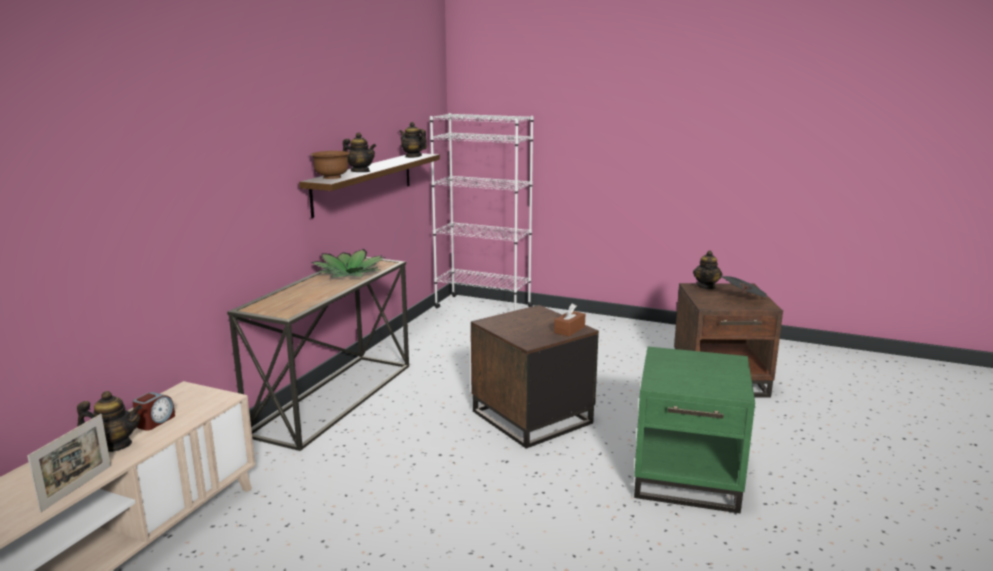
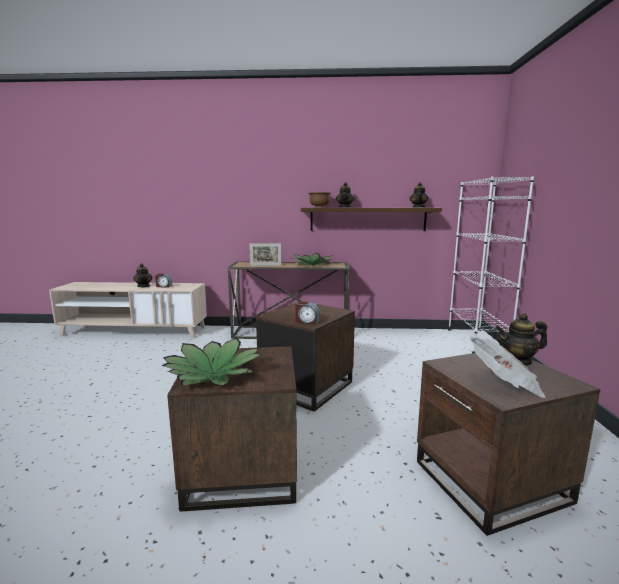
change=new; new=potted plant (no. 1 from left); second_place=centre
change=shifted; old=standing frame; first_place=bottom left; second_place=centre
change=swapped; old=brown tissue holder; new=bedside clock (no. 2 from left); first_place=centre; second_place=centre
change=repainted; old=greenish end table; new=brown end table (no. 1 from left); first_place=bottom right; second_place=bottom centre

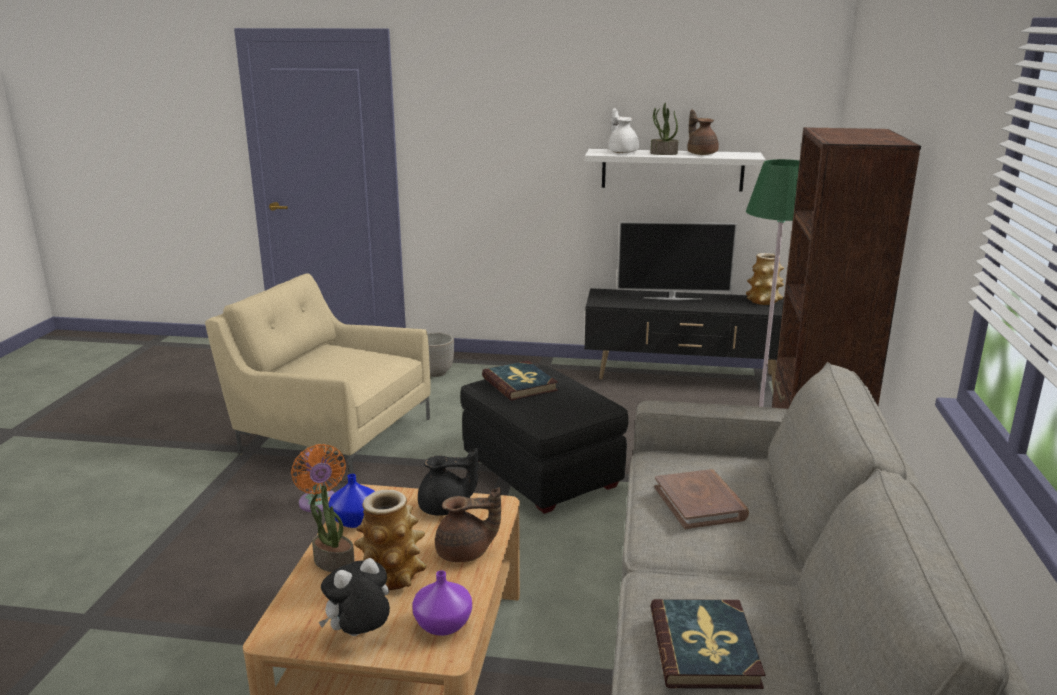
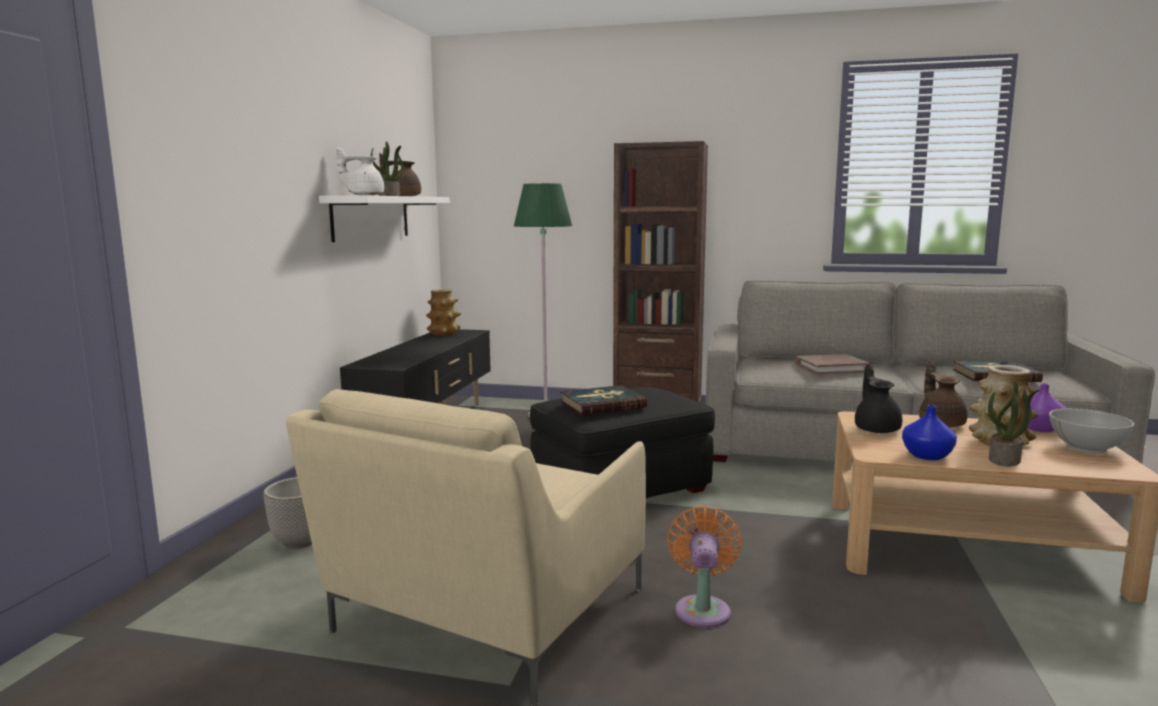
change=gone; old=TV; first_place=centre
change=swapped; old=soft toy; new=whitish serving bowl; first_place=bottom centre; second_place=middle right
change=rotated; old=orange-coloured cooling fan; first_place=bottom left; second_place=bottom centre; degrees=-60

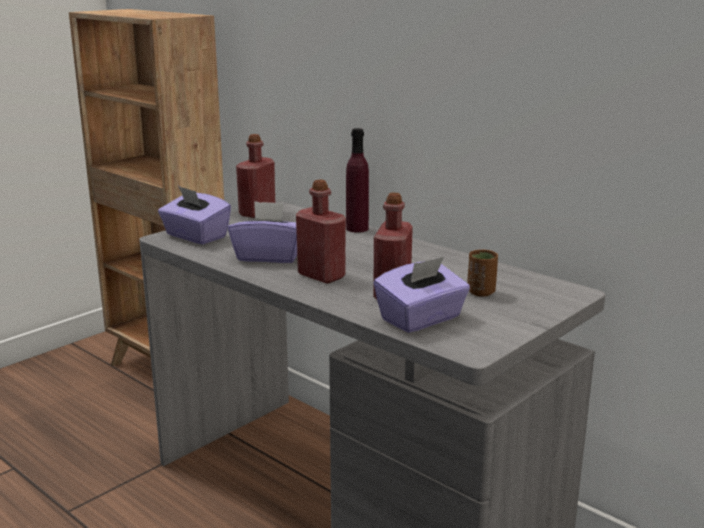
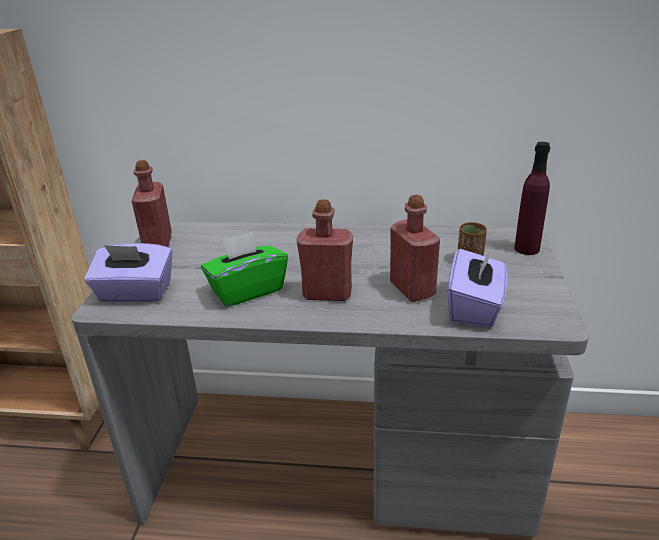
change=shifted; old=purple drink bottle; first_place=centre; second_place=middle right
change=repainted; old=purple tissue holder (no. 2 from left); new=greenish tissue holder; first_place=centre; second_place=centre

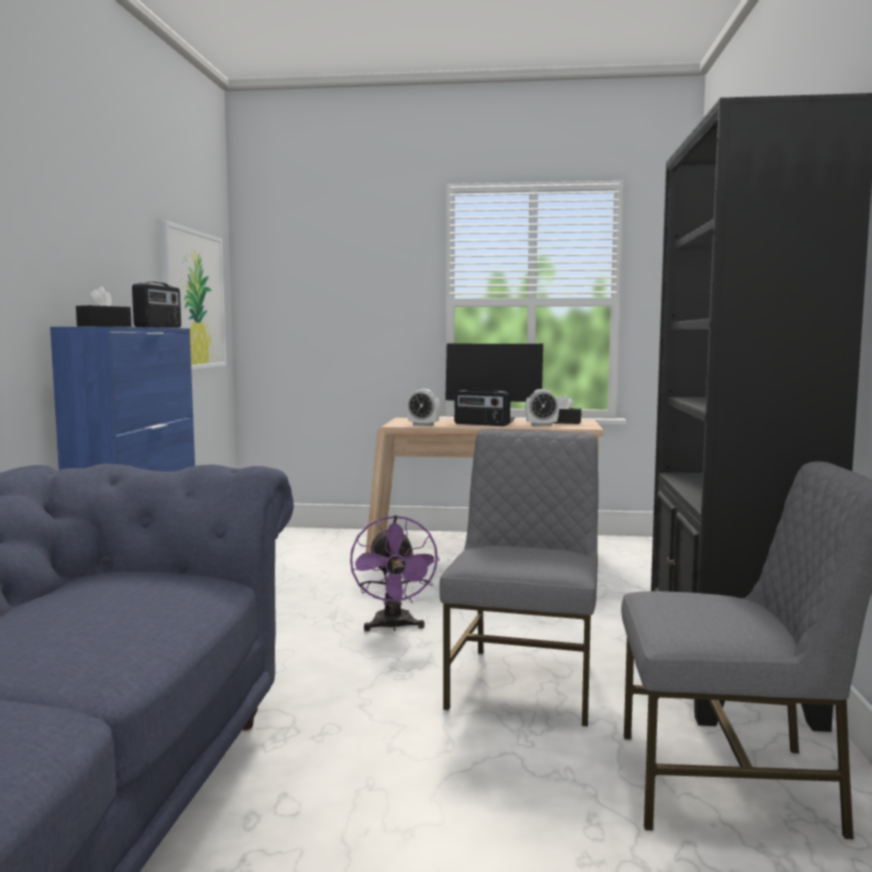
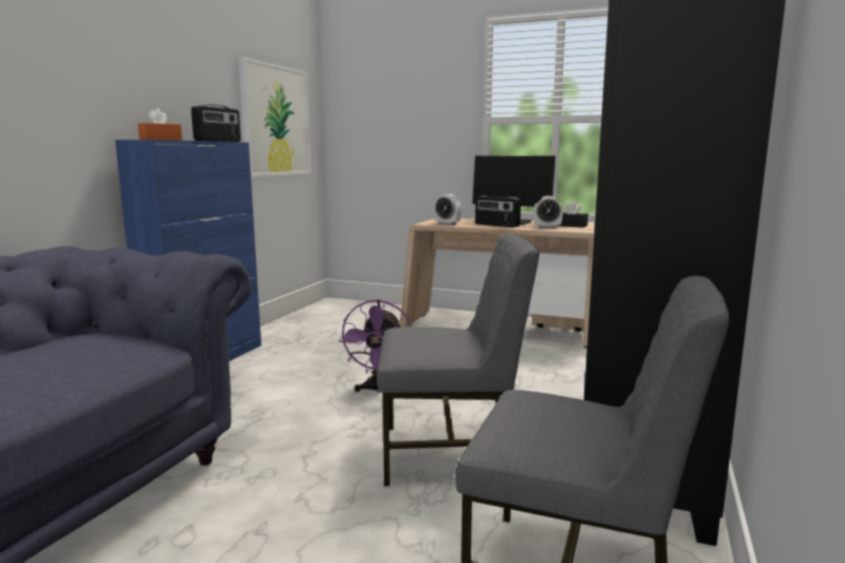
change=repainted; old=black tissue holder (no. 1 from left); new=orange-coloured tissue holder; first_place=middle left; second_place=top left
change=rotated; old=gray upright chair (no. 1 from left); first_place=centre; second_place=centre; degrees=60

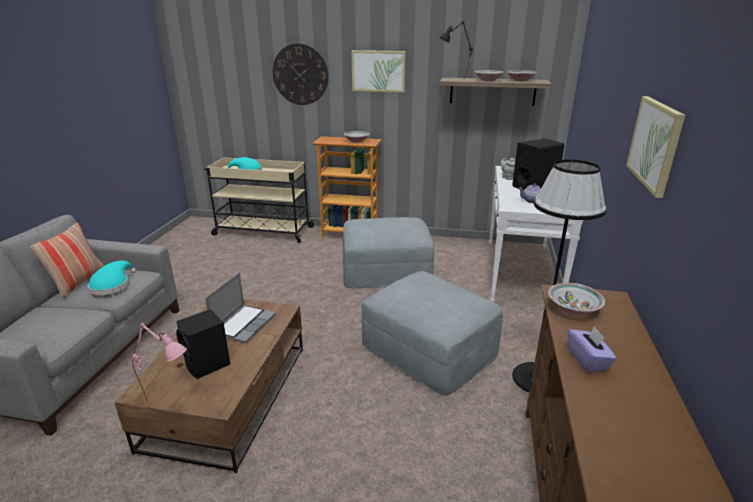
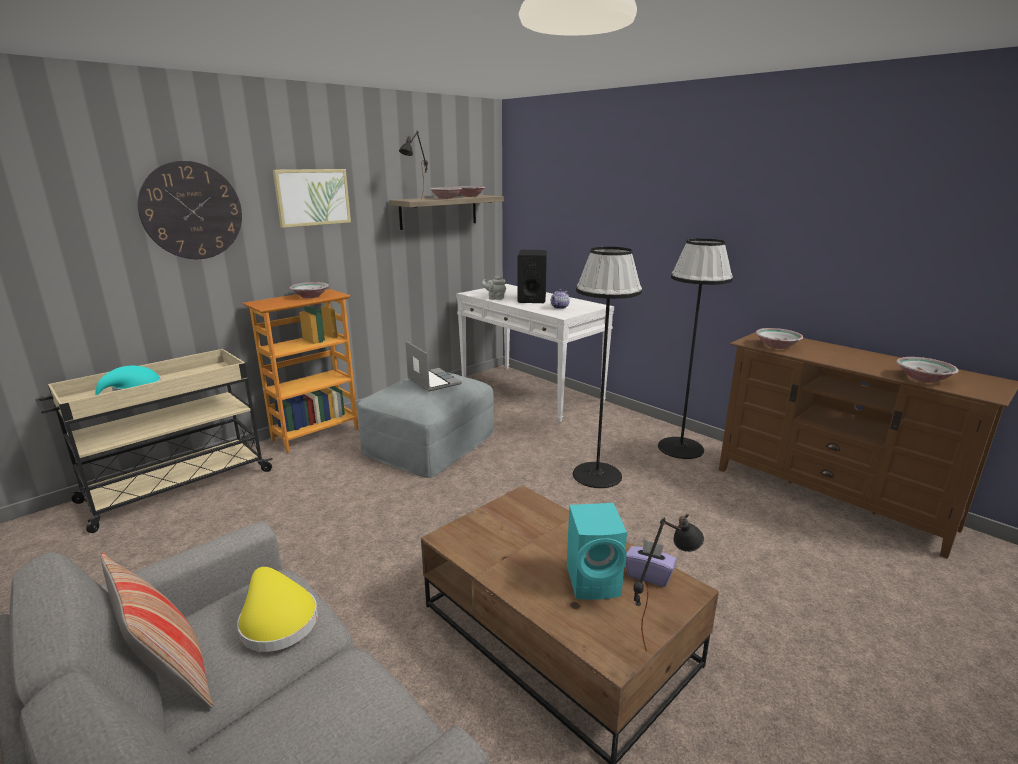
change=gone; old=wall art (no. 2 from left); first_place=top right
change=new; new=serving bowl (no. 5 from left); second_place=middle right
change=shifted; old=notebook computer; first_place=middle left; second_place=centre
change=shifted; old=purple tissue holder; first_place=bottom right; second_place=bottom centre
change=swapped; old=gray ottoman (no. 2 from left); new=black floor lamp (no. 1 from left); first_place=centre; second_place=centre
change=repainted; old=turquoise-coloured hat (no. 1 from left); new=yellow hat; first_place=middle left; second_place=bottom left
change=repainted; old=pinkish lamp for a table; new=black lamp for a table (no. 2 from left); first_place=bottom left; second_place=bottom centre
change=repainted; old=black speaker (no. 1 from left); new=turquoise-coloured speaker; first_place=bottom left; second_place=bottom centre

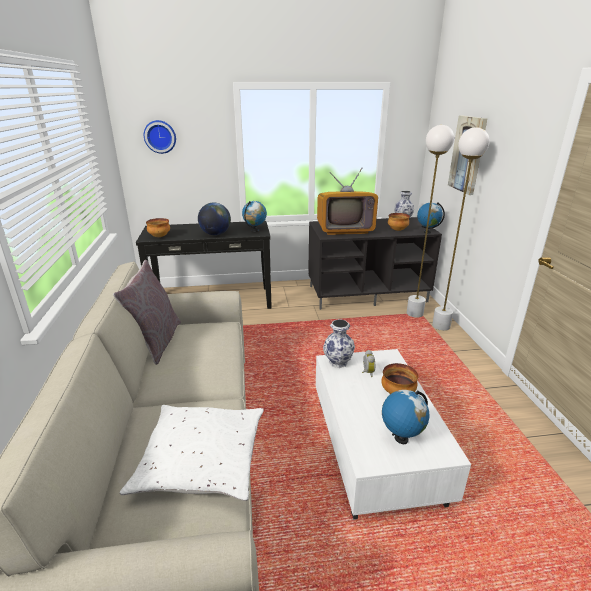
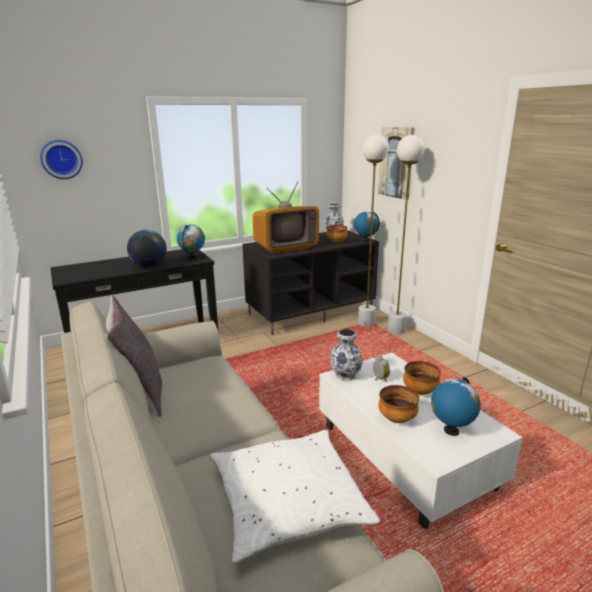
change=shifted; old=serving bowl (no. 1 from left in the first image); new=serving bowl (no. 2 from left); first_place=middle left; second_place=bottom right

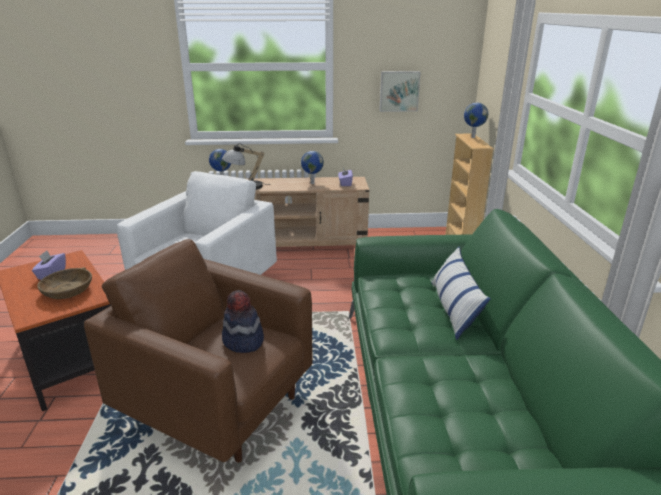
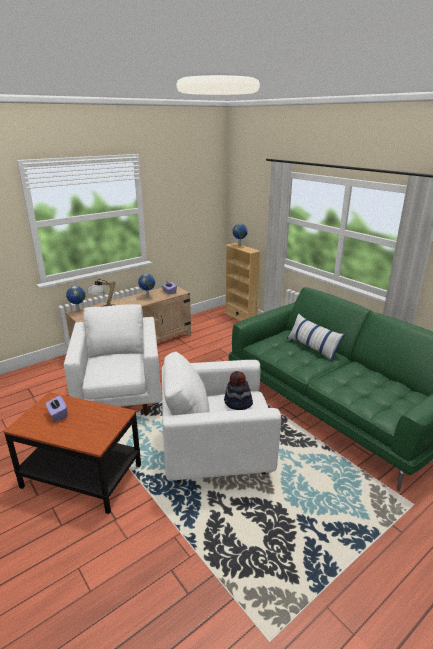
change=gone; old=brown serving bowl; first_place=middle left
change=gone; old=wall art; first_place=top centre
change=repainted; old=brown easy chair; new=whitish easy chair (no. 2 from left); first_place=bottom left; second_place=centre

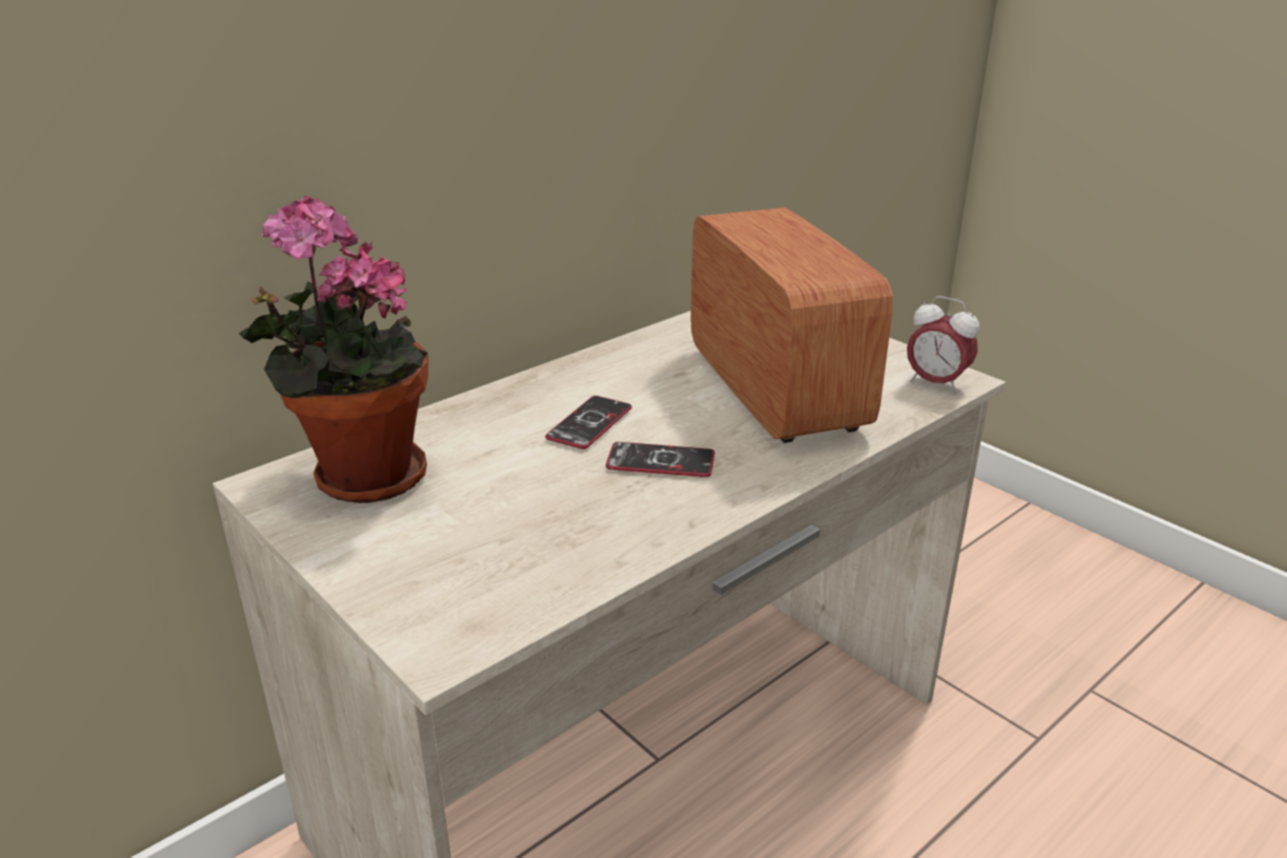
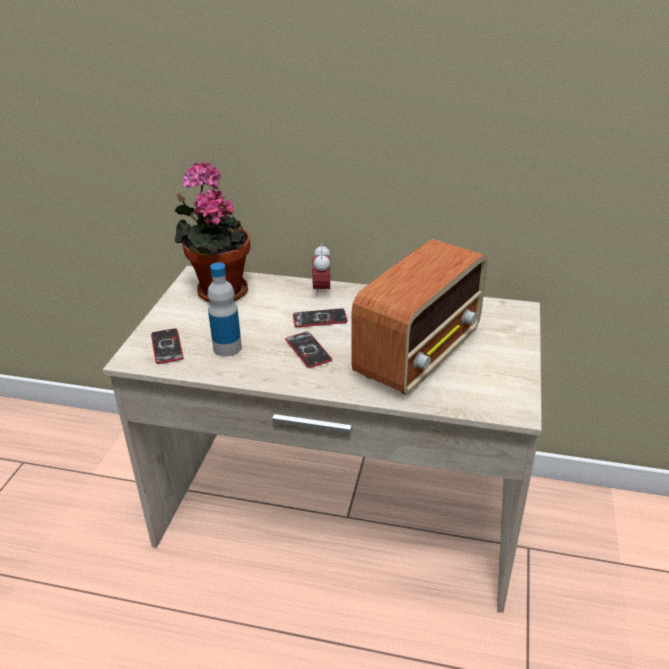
change=new; new=telephone (no. 1 from left); second_place=middle left
change=new; new=drink bottle; second_place=centre
change=shifted; old=bedside clock; first_place=middle right; second_place=centre

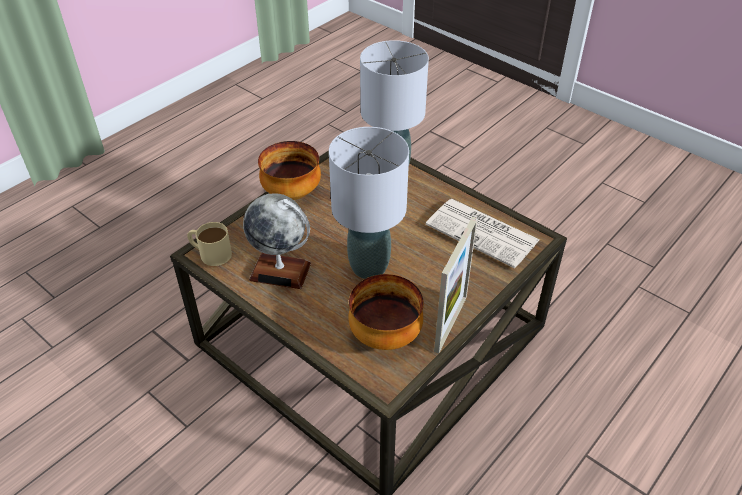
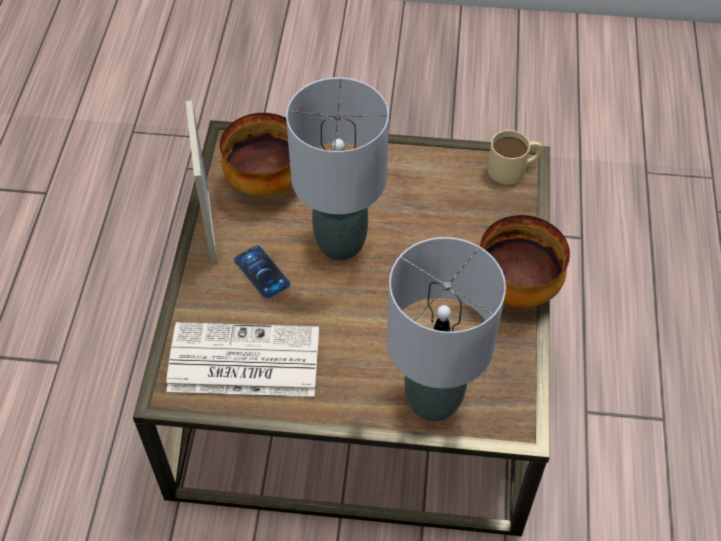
change=gone; old=globe; first_place=centre
change=new; new=telephone; second_place=centre

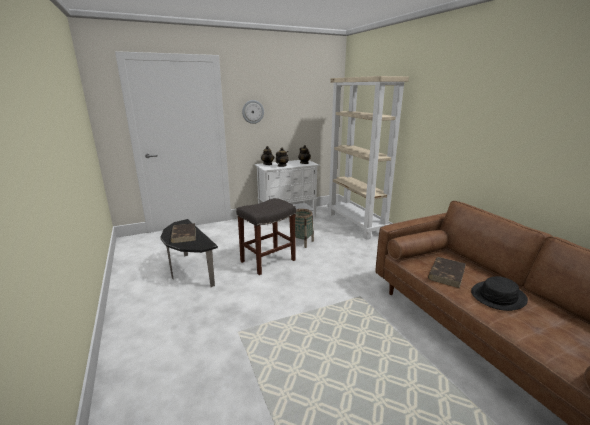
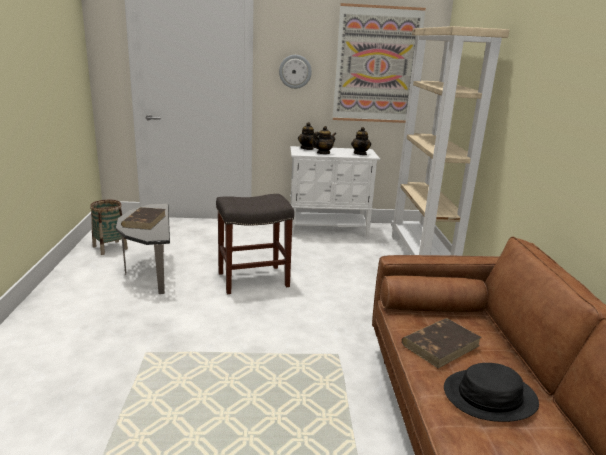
change=new; new=wall art; second_place=top centre
change=shifted; old=basket; first_place=centre; second_place=middle left

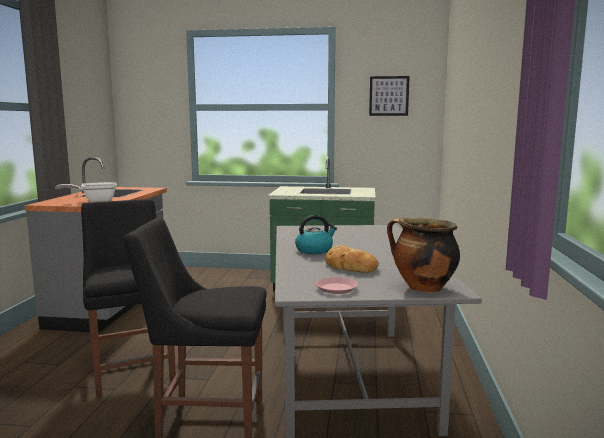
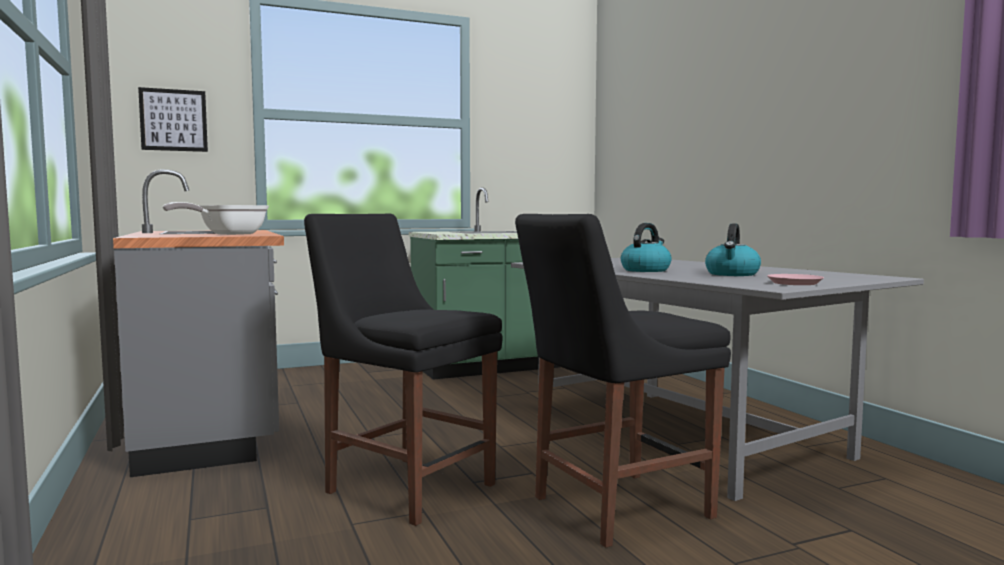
change=gone; old=stockpot; first_place=middle right
change=shifted; old=wall art; first_place=top centre; second_place=top left
change=swapped; old=bread; new=water kettle (no. 2 from left); first_place=centre; second_place=middle right

